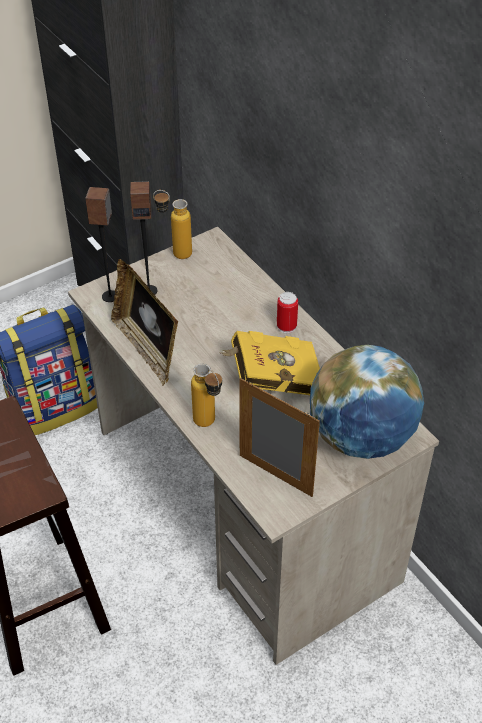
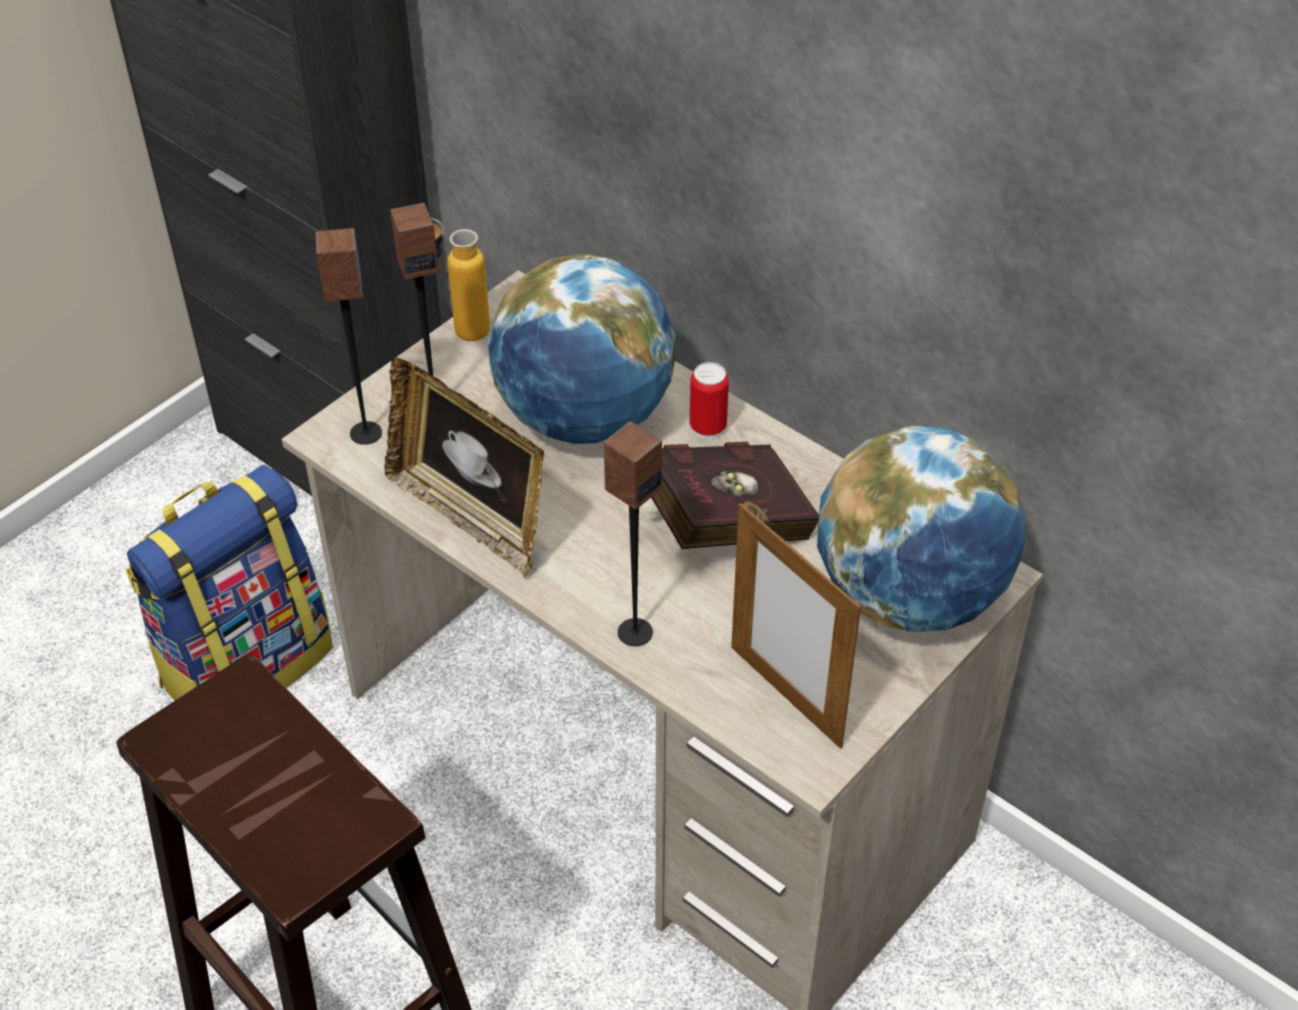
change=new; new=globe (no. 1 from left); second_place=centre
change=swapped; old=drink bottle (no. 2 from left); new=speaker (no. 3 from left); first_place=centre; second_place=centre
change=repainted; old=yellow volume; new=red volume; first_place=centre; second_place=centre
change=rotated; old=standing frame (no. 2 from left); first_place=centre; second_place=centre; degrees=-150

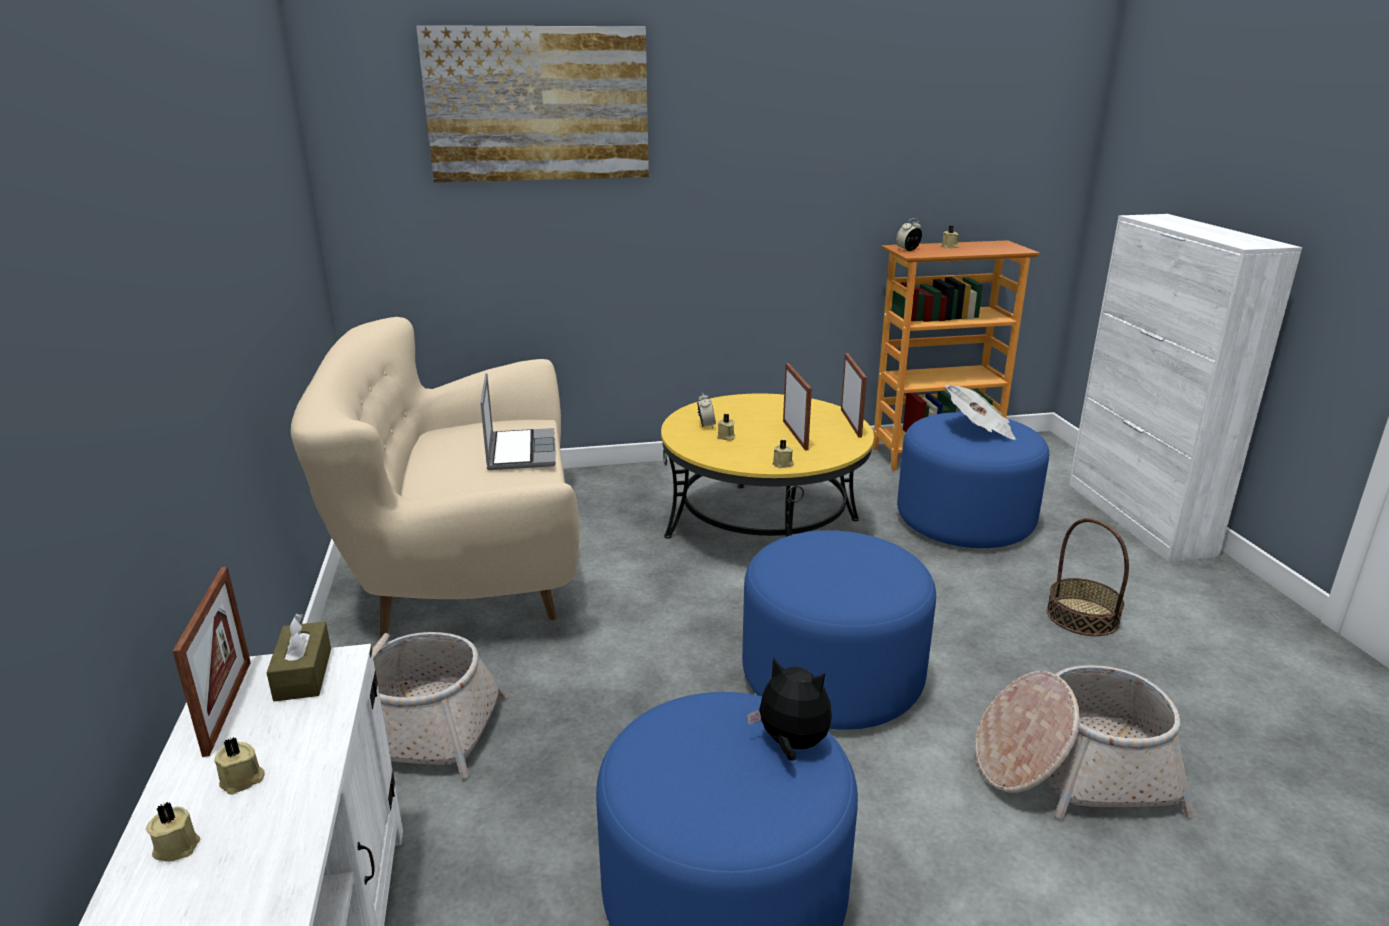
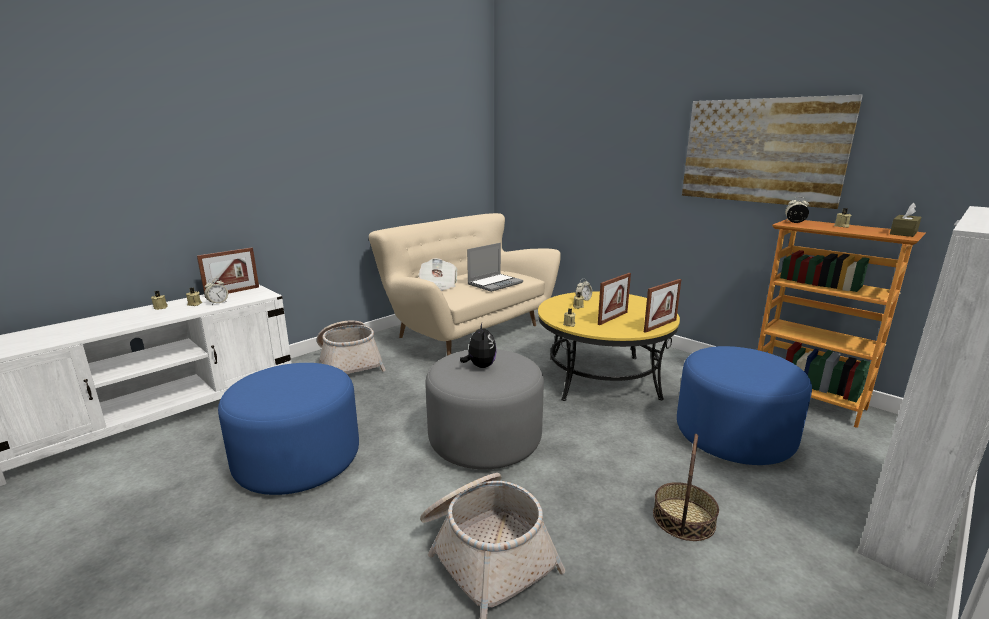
change=new; new=bedside clock (no. 1 from left); second_place=middle left
change=shifted; old=brown tissue holder; first_place=bottom left; second_place=middle right
change=shifted; old=wall art; first_place=top centre; second_place=top right
change=shifted; old=soft toy; first_place=bottom centre; second_place=centre
change=shifted; old=printed paper; first_place=middle right; second_place=centre
change=repainted; old=blue-coloured ottoman (no. 2 from left); new=gray ottoman; first_place=bottom centre; second_place=centre

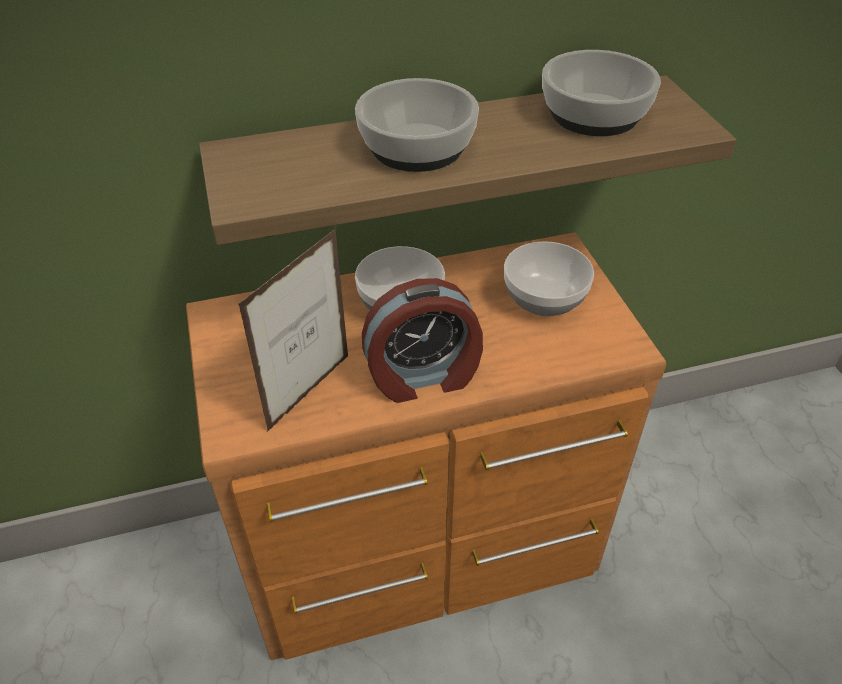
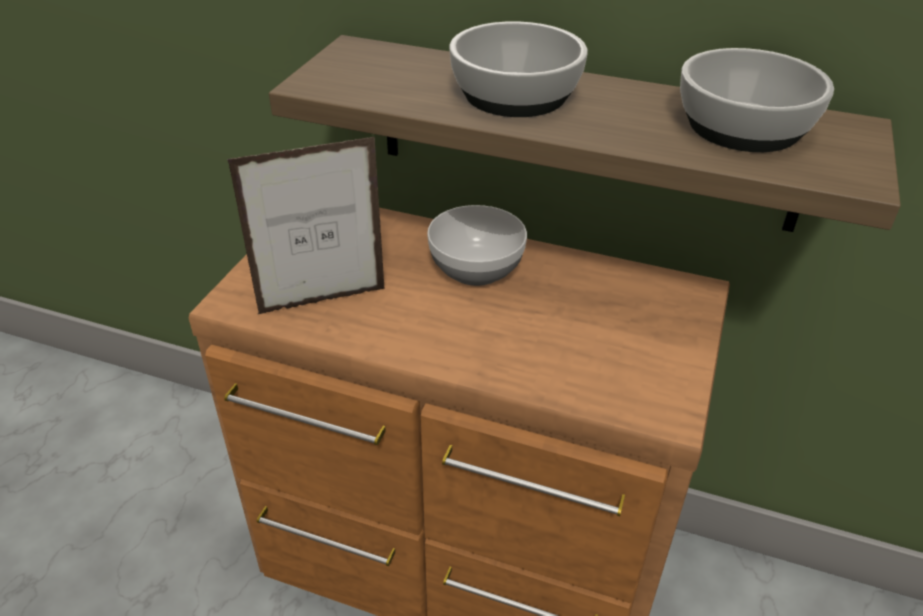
change=gone; old=bedside clock; first_place=centre
change=gone; old=serving bowl (no. 3 from left); first_place=centre

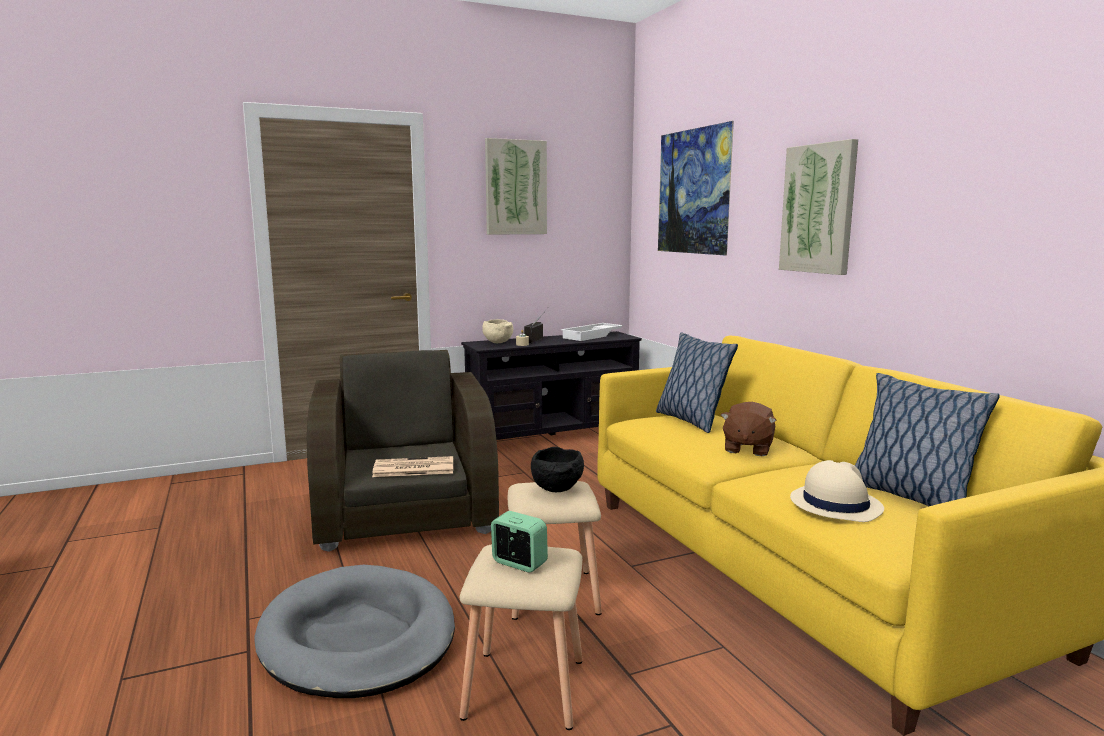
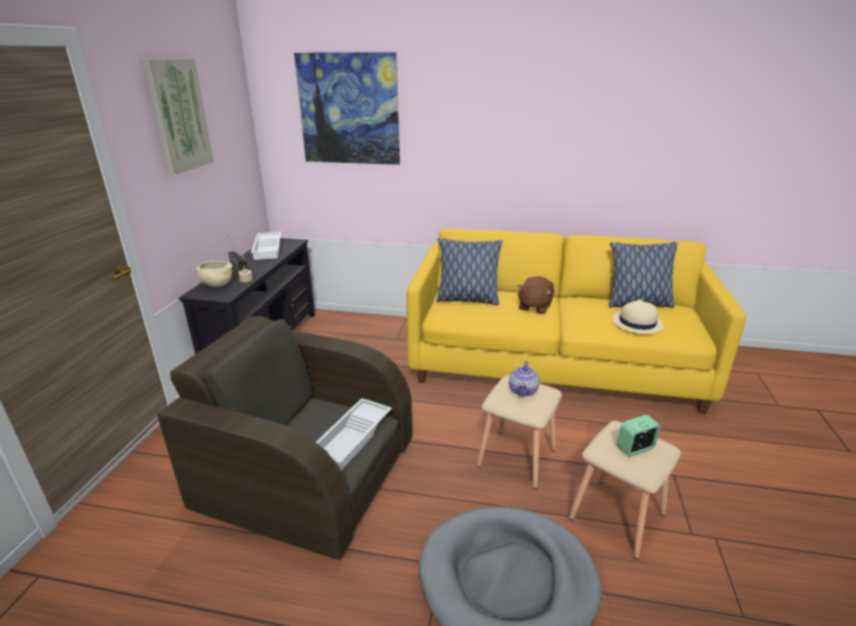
change=gone; old=wall art (no. 3 from left); first_place=top right
change=swapped; old=printed paper; new=whitish carrying tray (no. 2 from left); first_place=centre; second_place=bottom centre
change=swapped; old=black serving bowl; new=pot for tea; first_place=centre; second_place=centre
change=rotated; old=brown soft toy; first_place=middle right; second_place=centre; degrees=60

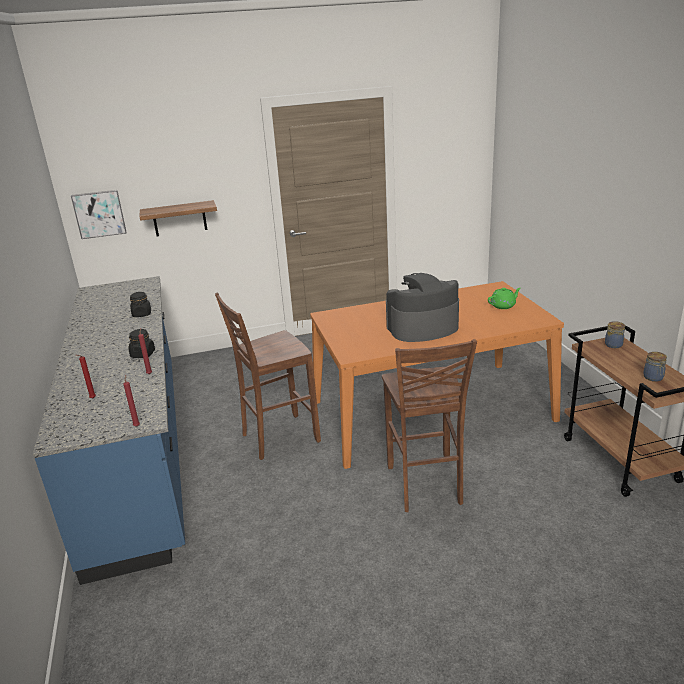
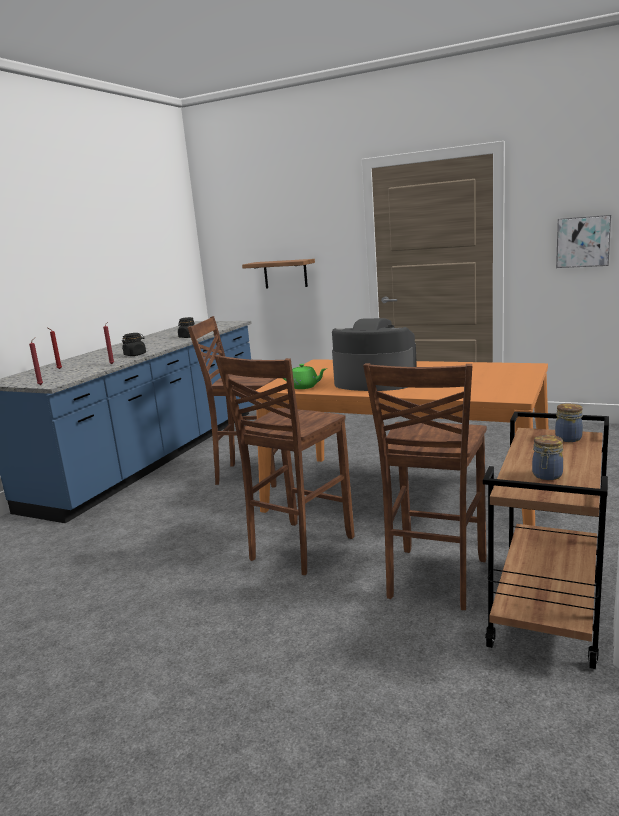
change=new; new=brown sitting stool (no. 3 from left); second_place=middle right
change=shifted; old=wall art; first_place=top left; second_place=top right
change=shifted; old=greenish pot for tea; first_place=middle right; second_place=centre

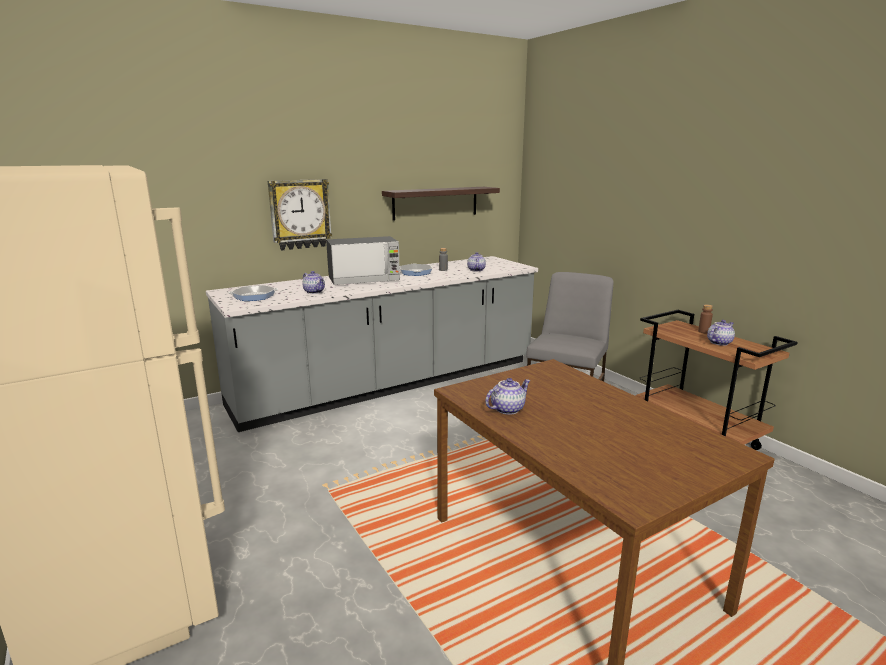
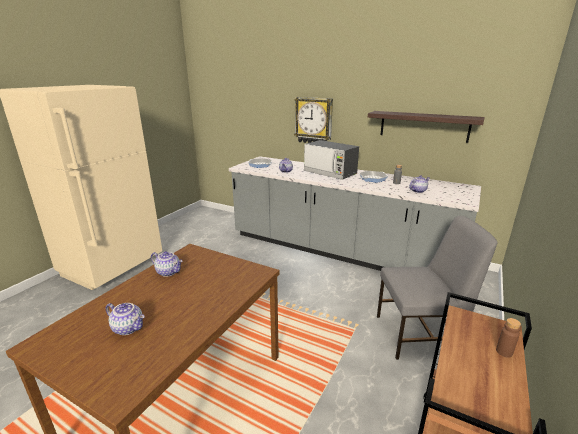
change=shifted; old=pot for tea (no. 4 from left in the first image); new=pot for tea (no. 1 from left); first_place=middle right; second_place=bottom left

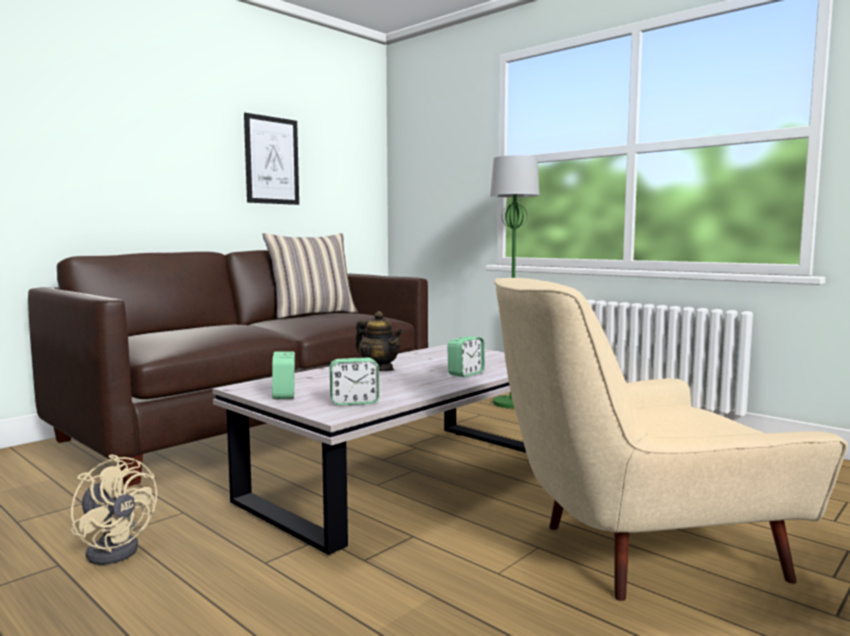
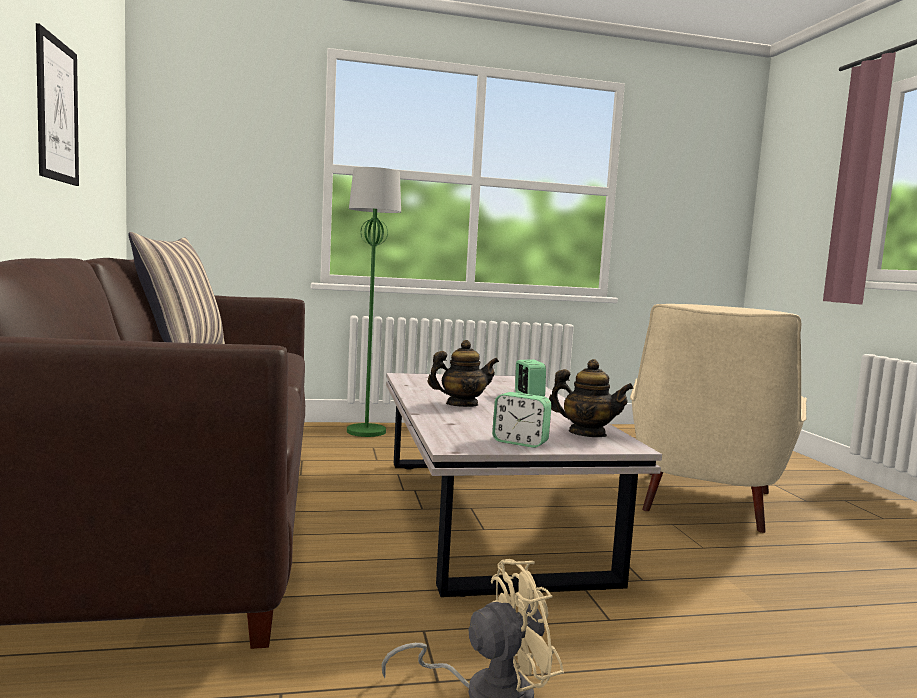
change=swapped; old=bedside clock (no. 2 from left); new=pot for tea (no. 2 from left); first_place=centre; second_place=centre

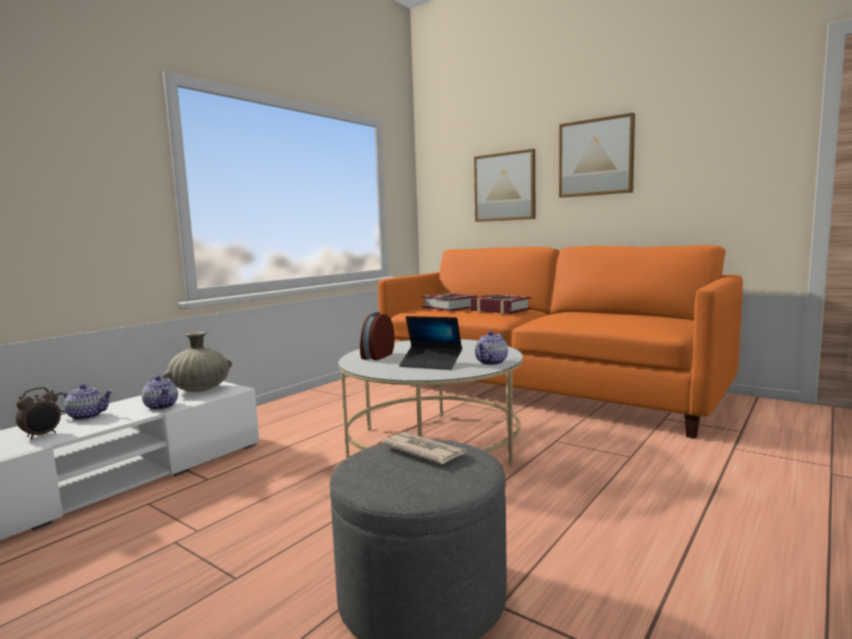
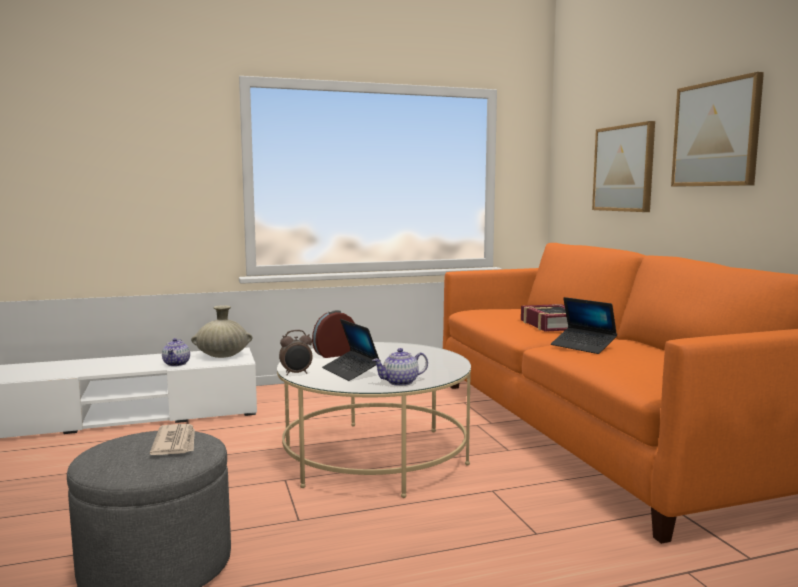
change=gone; old=pot for tea (no. 1 from left); first_place=middle left
change=gone; old=volume (no. 1 from left); first_place=centre
change=new; new=notebook computer (no. 2 from left); second_place=middle right
change=shifted; old=bedside clock (no. 1 from left); first_place=middle left; second_place=centre

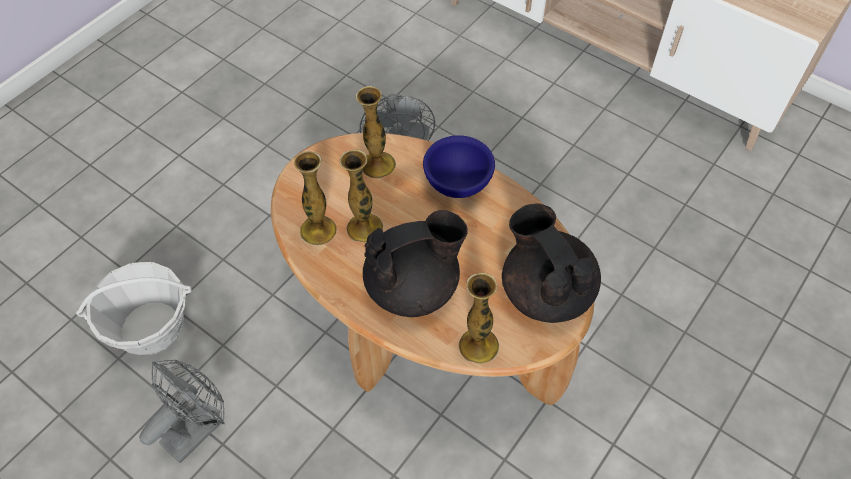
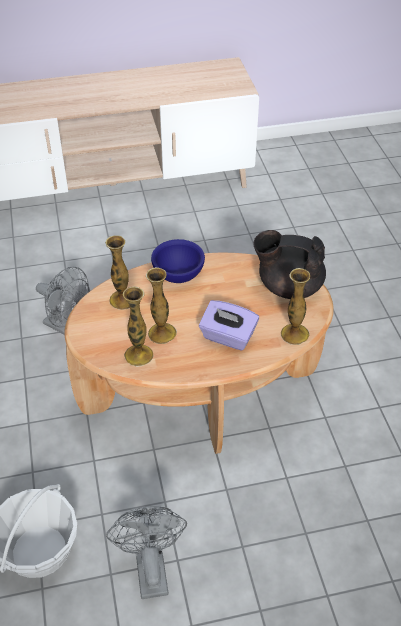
change=swapped; old=black pot for tea (no. 1 from left); new=purple tissue holder; first_place=centre; second_place=centre

